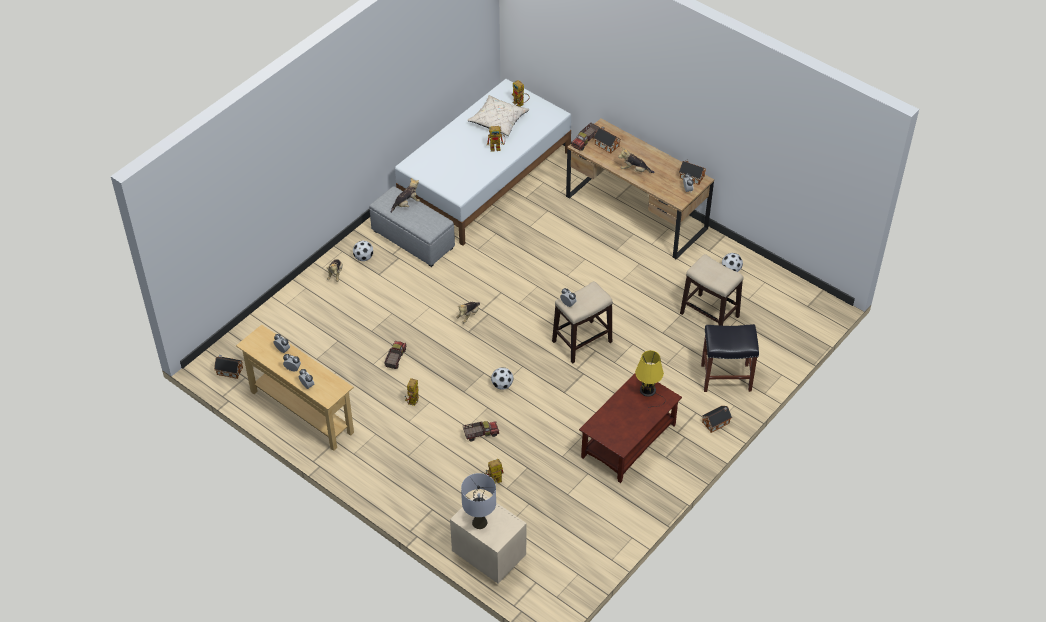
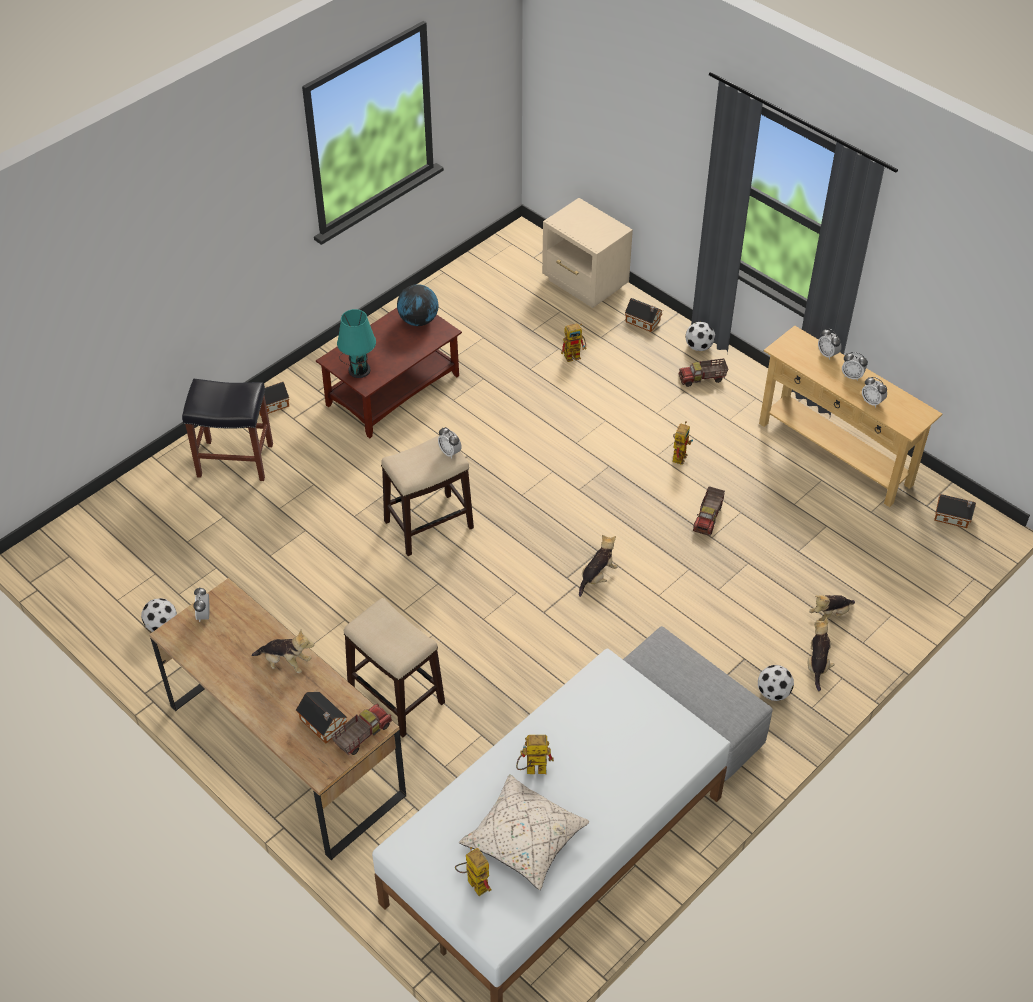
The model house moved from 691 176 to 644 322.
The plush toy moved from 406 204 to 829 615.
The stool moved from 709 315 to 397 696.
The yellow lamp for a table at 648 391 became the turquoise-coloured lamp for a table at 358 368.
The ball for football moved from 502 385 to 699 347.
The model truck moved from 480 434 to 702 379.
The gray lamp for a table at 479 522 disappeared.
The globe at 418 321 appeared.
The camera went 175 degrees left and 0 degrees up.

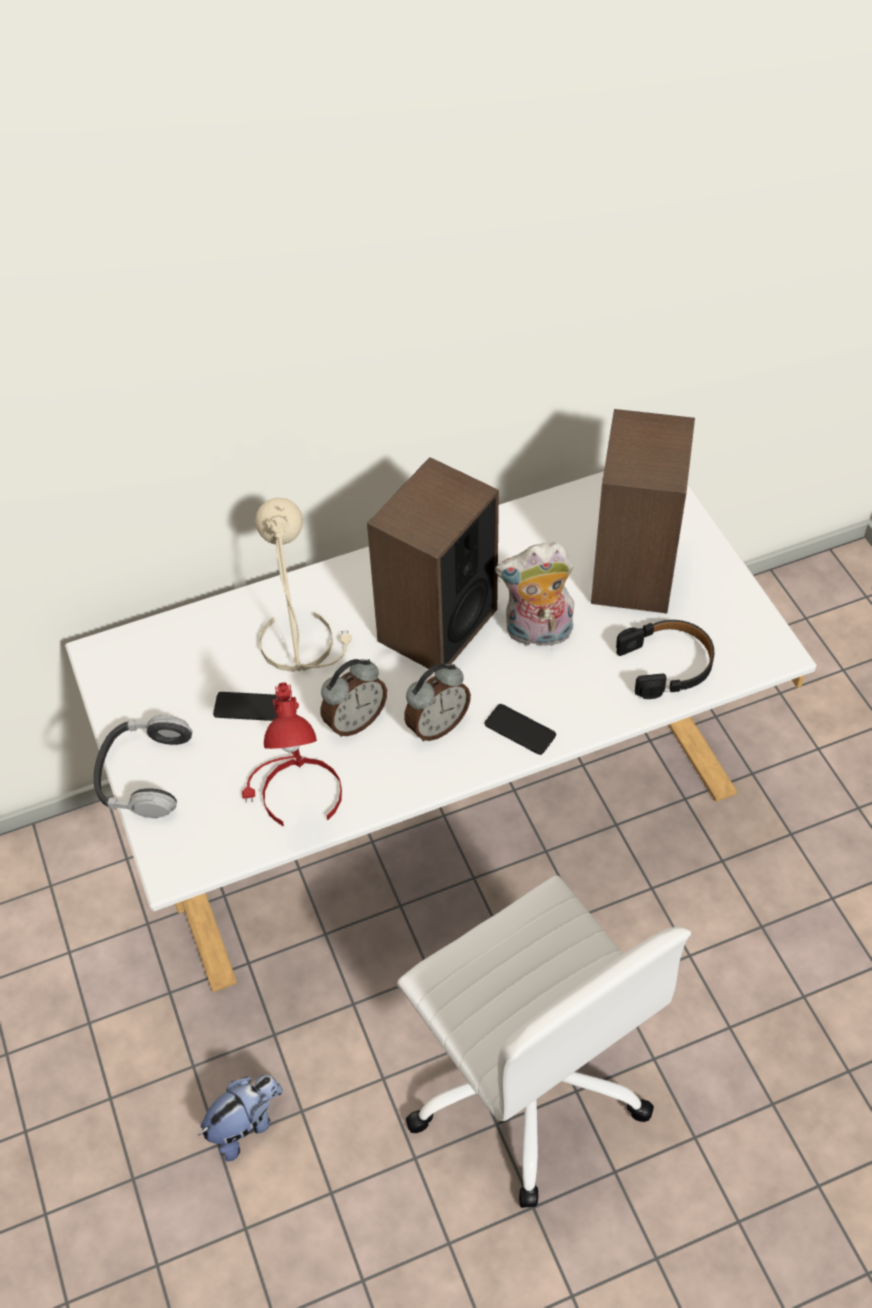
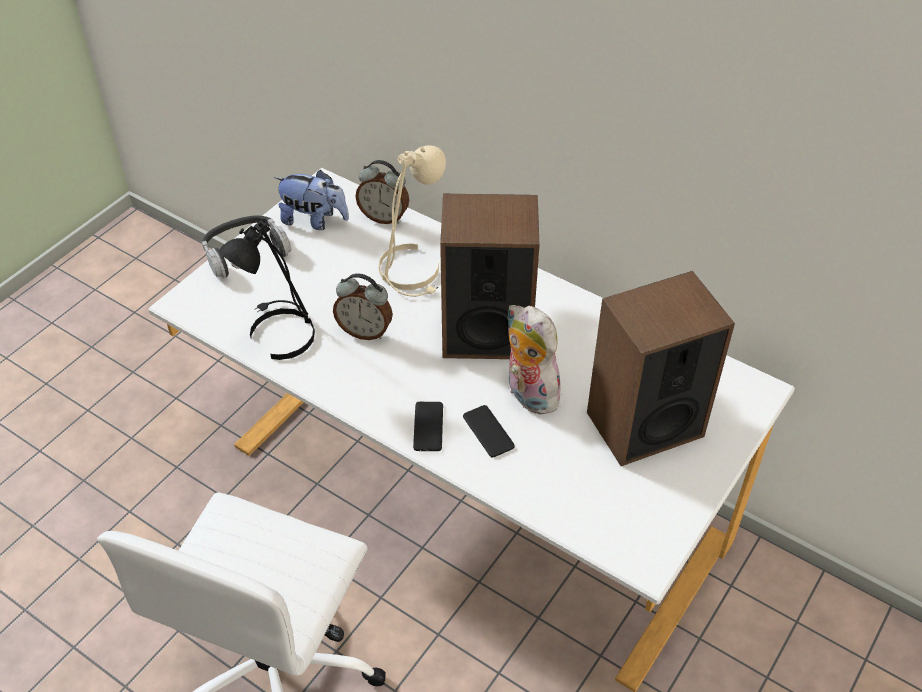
The blackish pair of headphones at 667 664 disappeared.
The bedside clock moved from 437 725 to 384 217.
The red-coloured lamp for a table at 296 796 became the blackish lamp for a table at 279 333.
The telephone moved from 248 707 to 488 431.
The plush toy moved from 245 1125 to 314 220.
The camera went 55 degrees right and 5 degrees down.

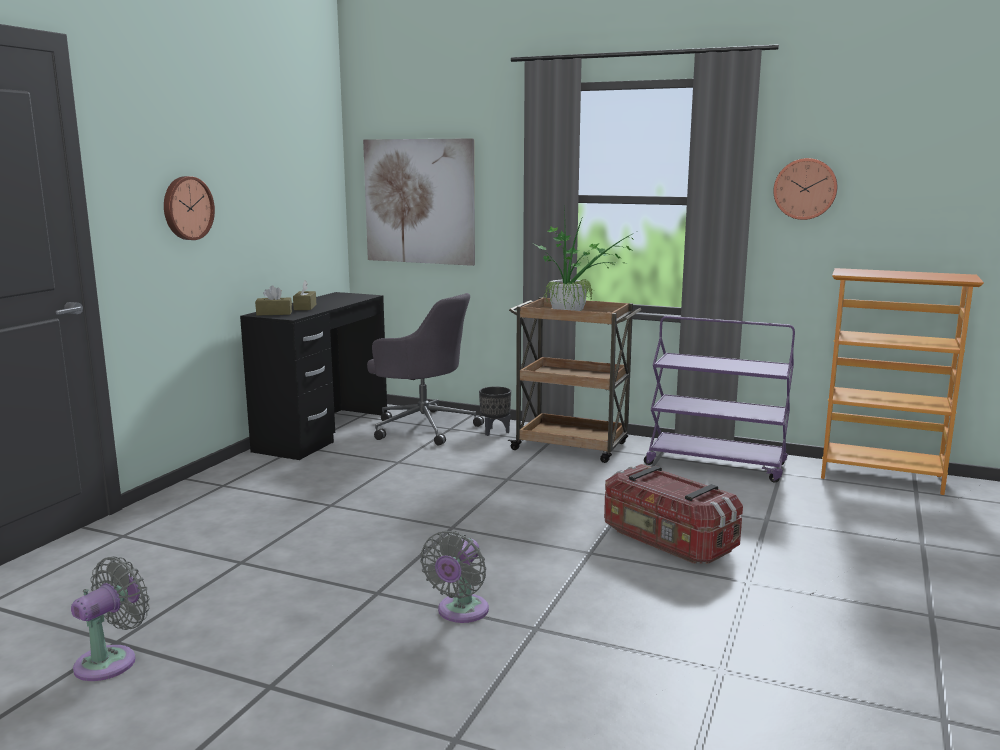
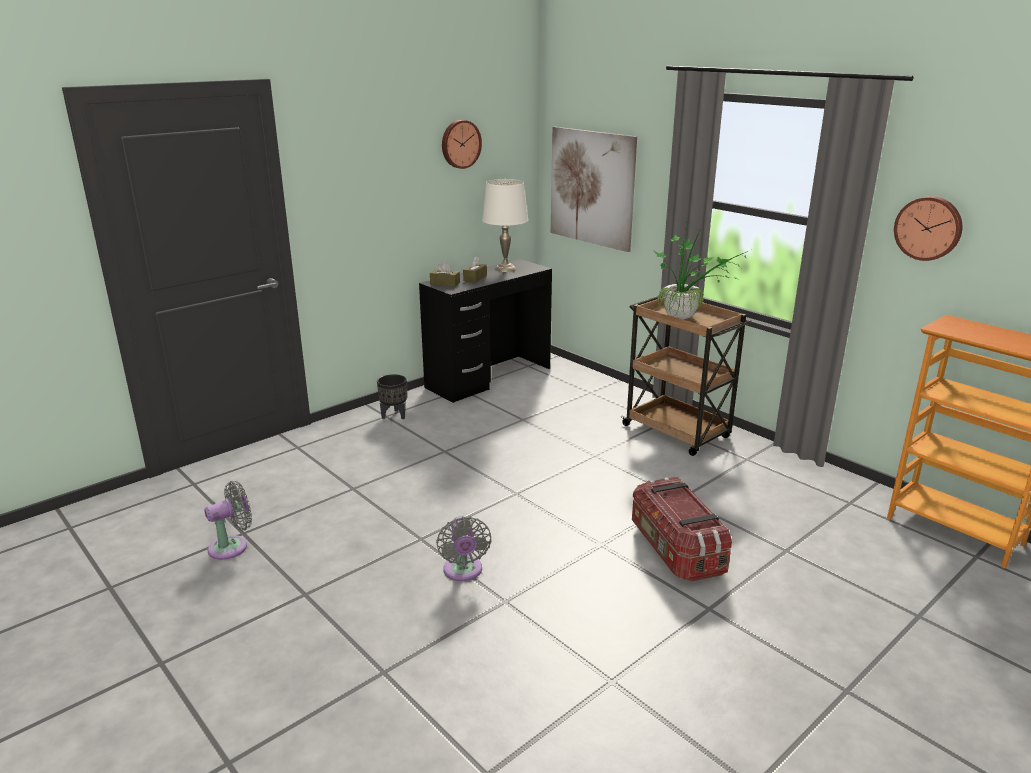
The clock on the wall moved from 186 208 to 460 144.
The gray office chair at 423 427 disappeared.
The purple-coloured trolley at 716 464 disappeared.
The blackish planter moved from 495 432 to 394 415.
The gray fan at 460 612 turned 60 degrees counterclockwise.
The white lamp for a table at 505 268 appeared.
The camera went 25 degrees right and 10 degrees up.

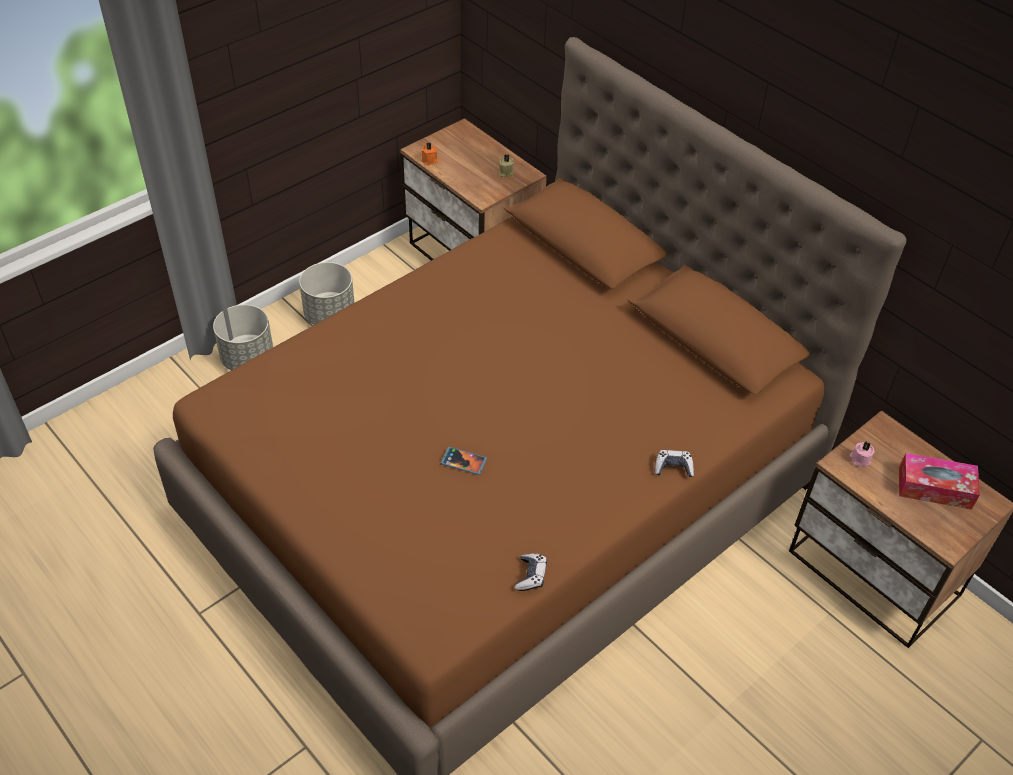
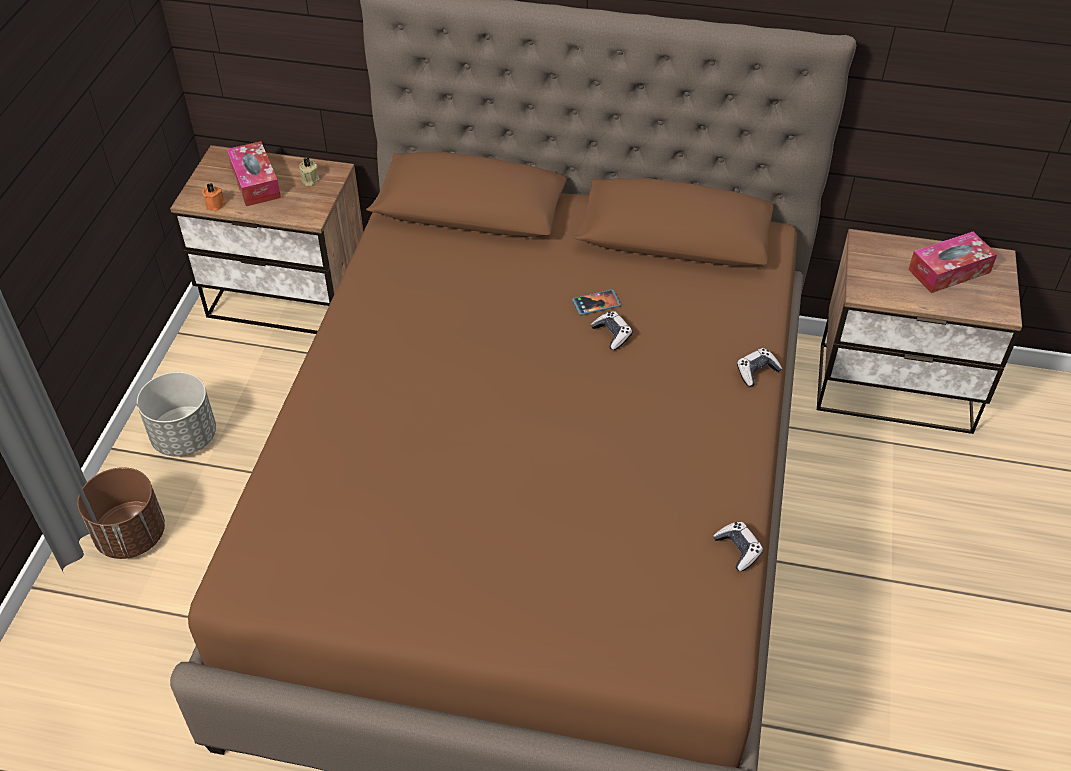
The gray planter at 248 359 became the brownish planter at 132 536.
The pinkish wax light at 859 459 disappeared.
The telephone moved from 463 462 to 596 304.
The box of tissues at 255 182 appeared.
The game controller at 612 335 appeared.
The camera went 35 degrees left and 0 degrees up.

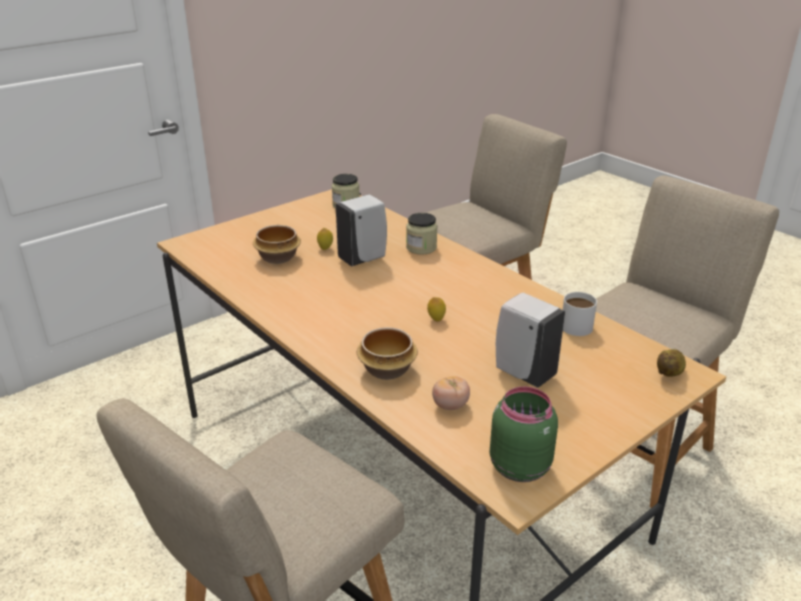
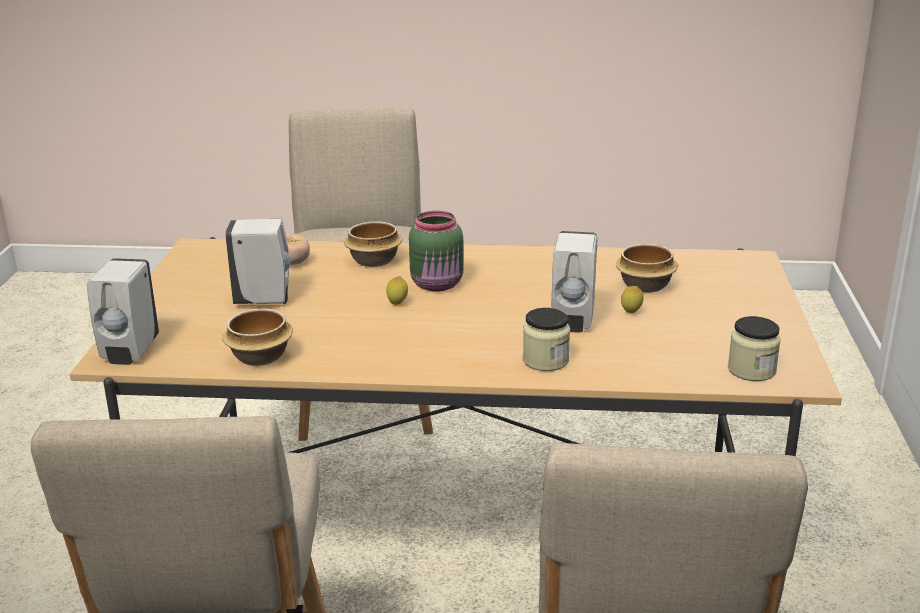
The white coffee mug at 576 323 was replaced by the serving bowl at 261 357.
The potato at 670 373 was replaced by the white soap bottle at 129 352.
The green-coloured jar moved from 519 465 to 438 285.
The camera went 135 degrees right and 5 degrees down.

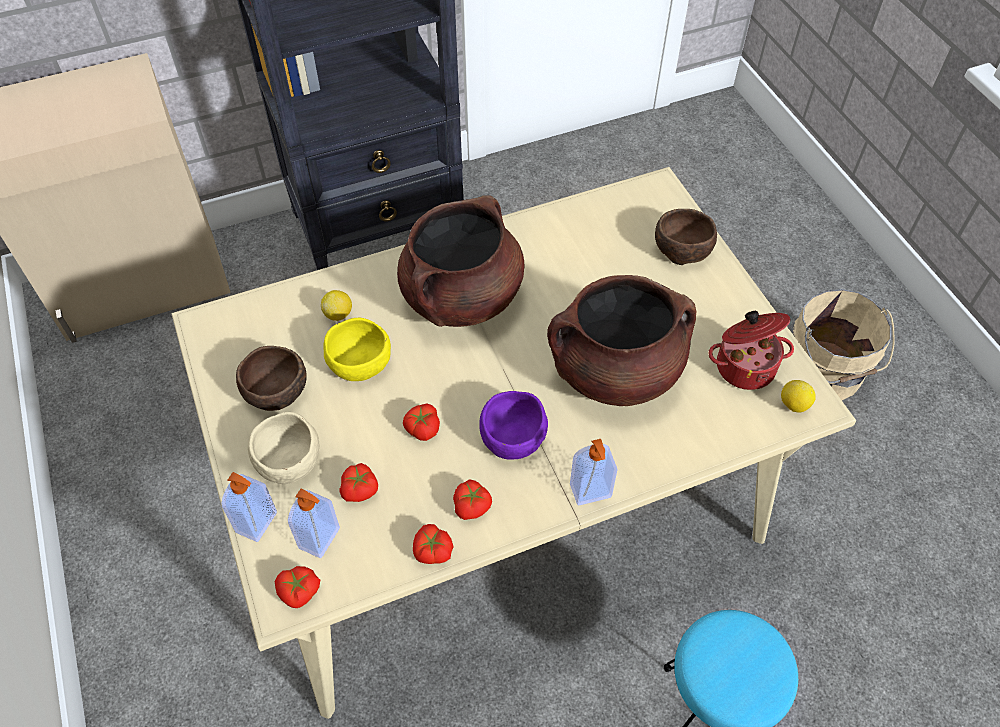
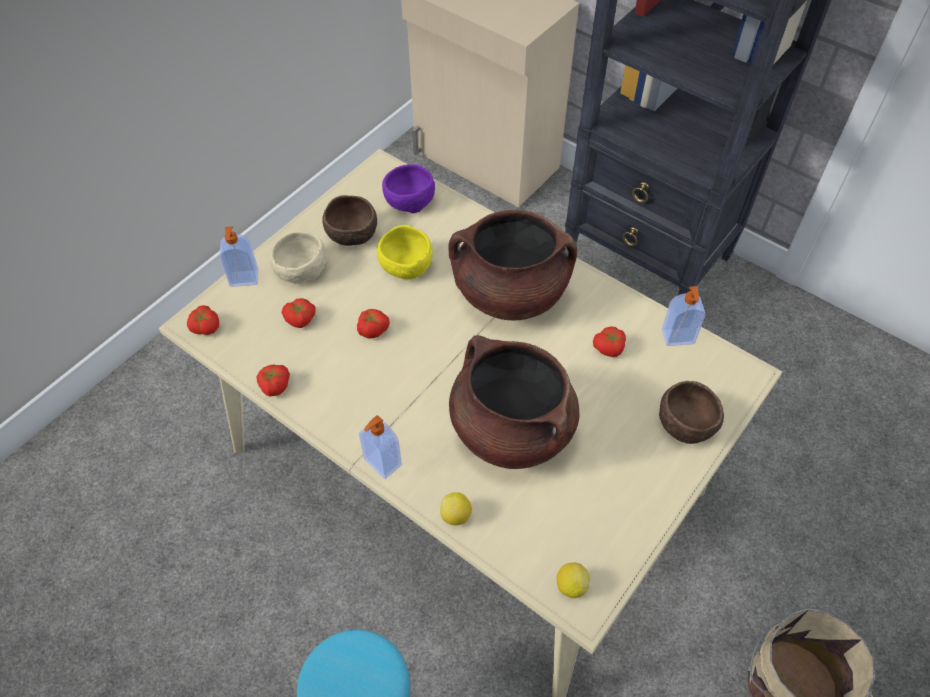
The citrus fruit moved from 338 314 to 456 515.
The saucepot at 744 365 disappeared.
The purple-coloured serving bowl moved from 512 438 to 408 200.
The fresh tomato moved from 472 506 to 609 348.
The soap bottle moved from 320 539 to 678 338.
The camera went 60 degrees right and 0 degrees up.

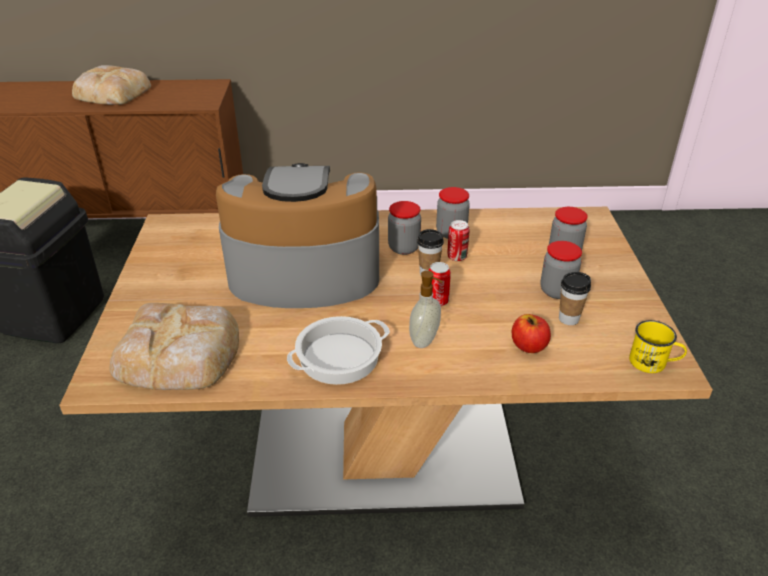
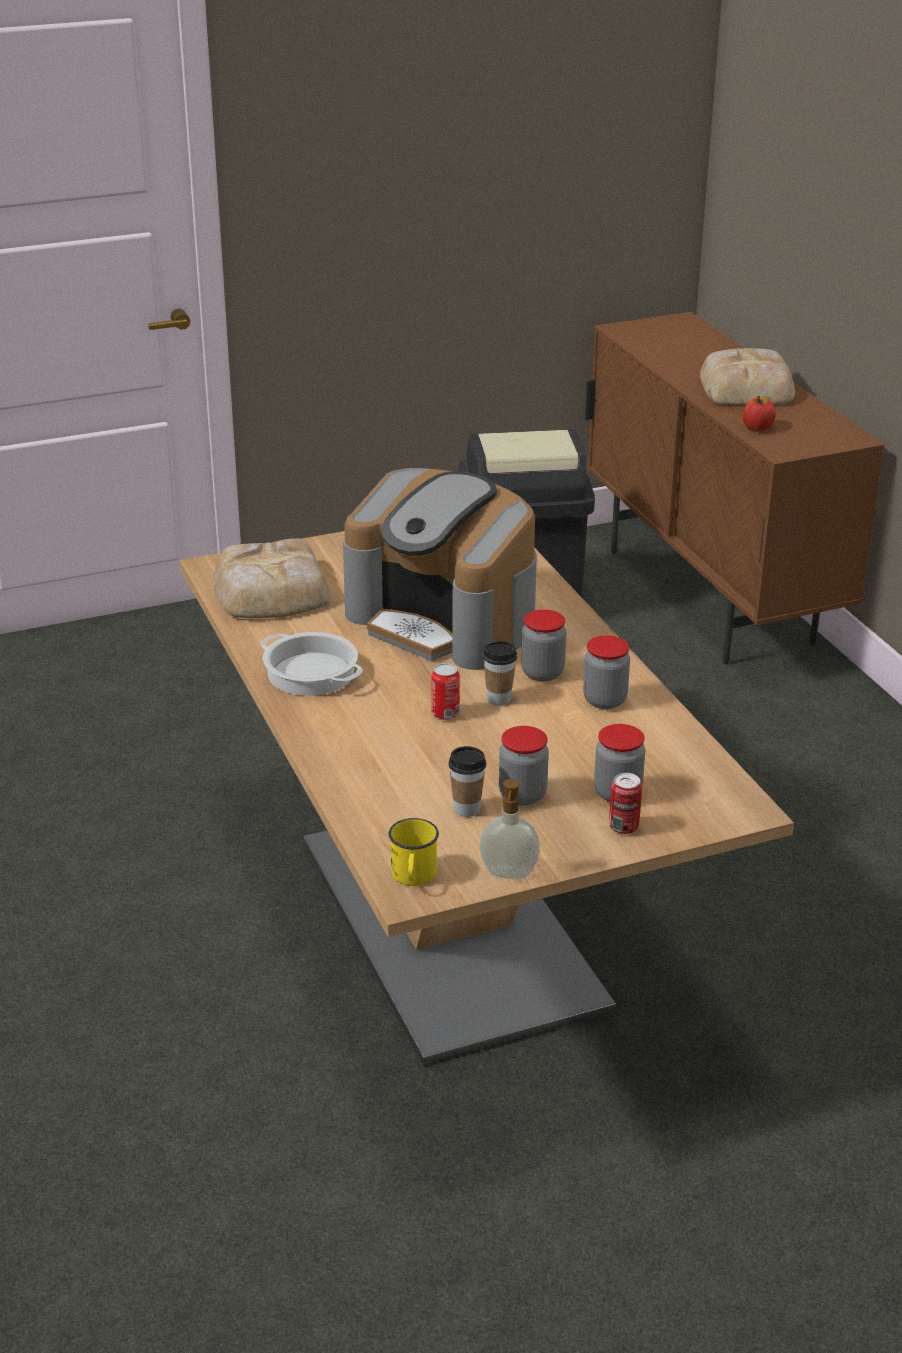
The coffee brewer at 303 272 turned 150 degrees clockwise.
The metal can moved from 457 257 to 623 827.
The soap bottle moved from 425 340 to 508 874.
The apple moved from 529 346 to 757 428.
The camera went 70 degrees right and 5 degrees down.

